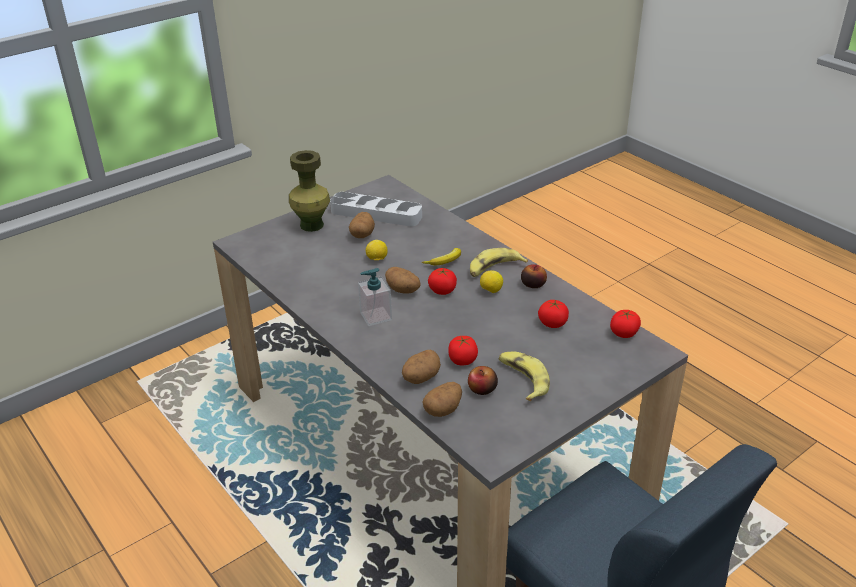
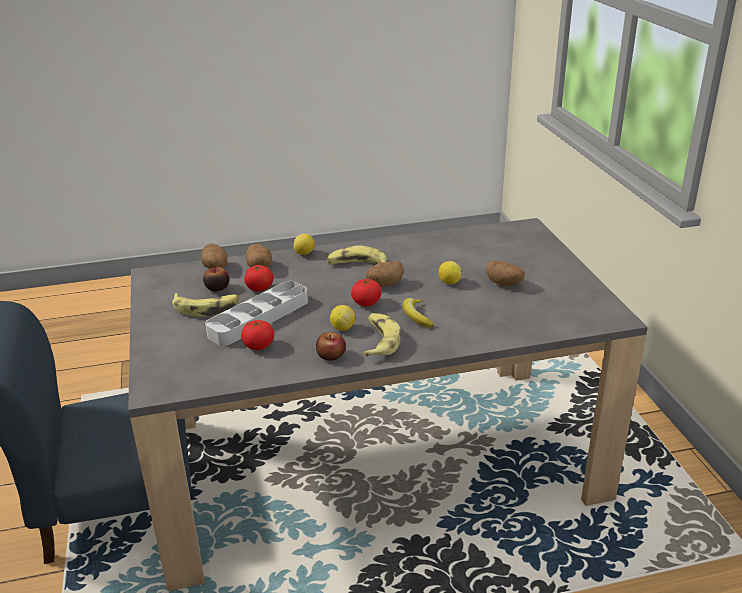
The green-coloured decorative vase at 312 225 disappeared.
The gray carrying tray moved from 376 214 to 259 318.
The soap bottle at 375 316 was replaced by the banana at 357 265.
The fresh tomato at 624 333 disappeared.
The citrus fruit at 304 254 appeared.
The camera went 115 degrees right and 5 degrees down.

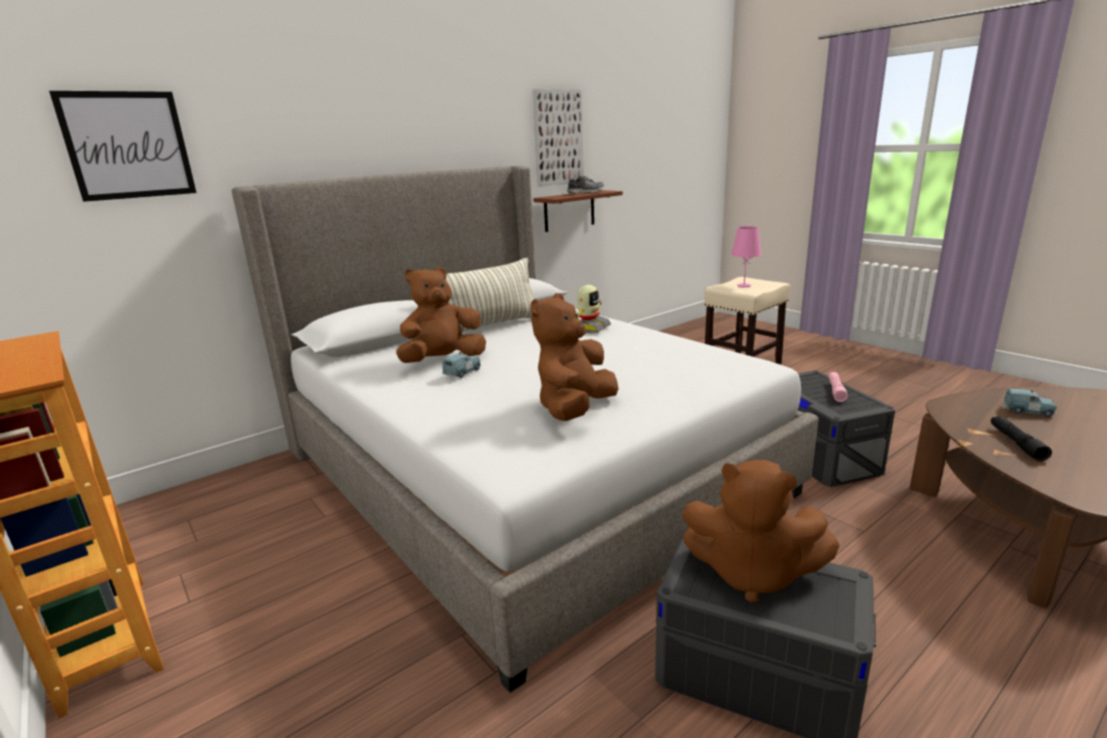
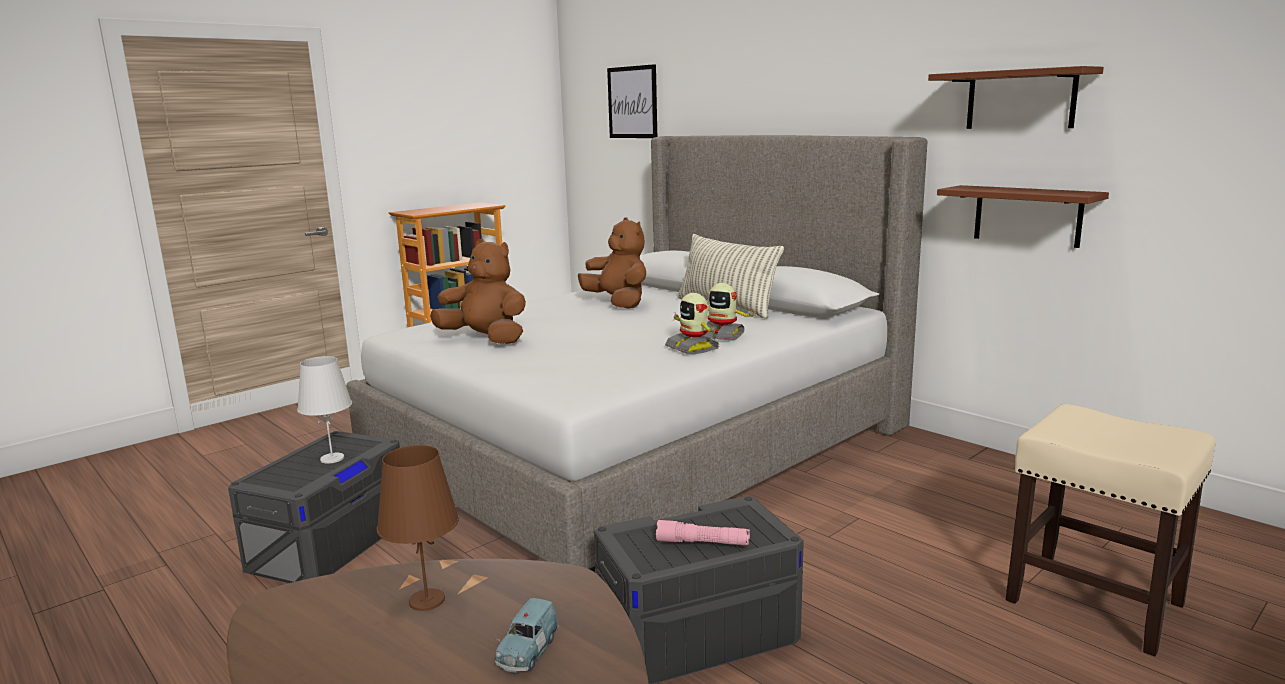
The picture at 558 138 was replaced by the brownish wall shelf at 1020 99.
The low shoe at 585 193 disappeared.
The pinkish lamp for a table at 743 285 disappeared.
The blue-coloured miniature car at 463 373 disappeared.
The blackish flashlight at 1016 443 was replaced by the brownish lamp for a table at 426 601.
The brownish plush toy at 751 573 was replaced by the white lamp for a table at 332 458.
The robot figure at 693 348 appeared.
The camera went 85 degrees right and 5 degrees down.

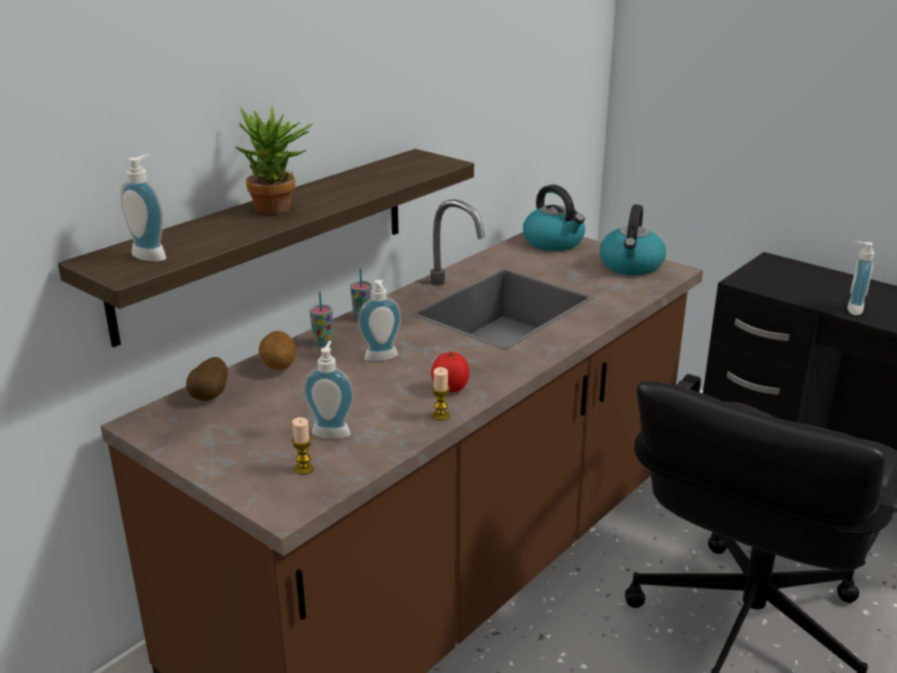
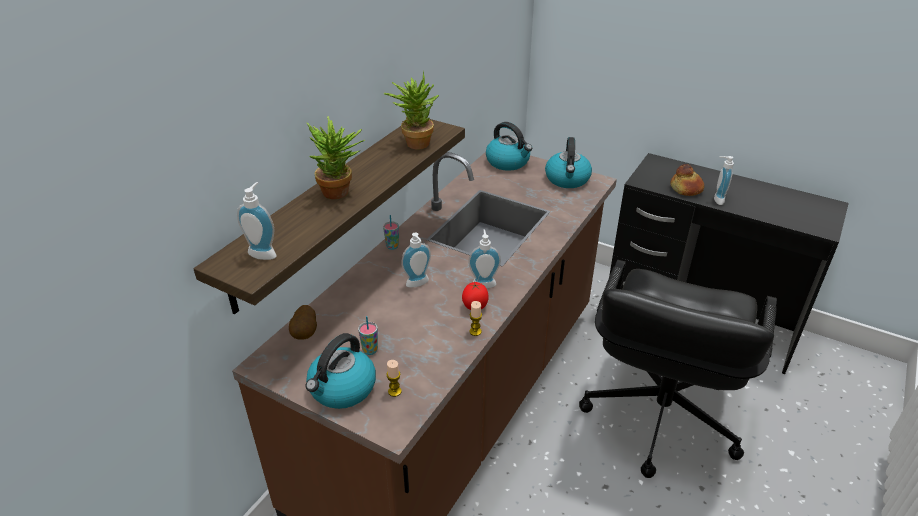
The small cup moved from 323 342 to 370 350.
The potato at 278 366 disappeared.
The soap bottle moved from 332 431 to 483 283.
The plant in a pot at 414 142 appeared.
The bakery bread at 686 188 appeared.
The tea kettle at 342 389 appeared.
The camera went 10 degrees left and 10 degrees up.

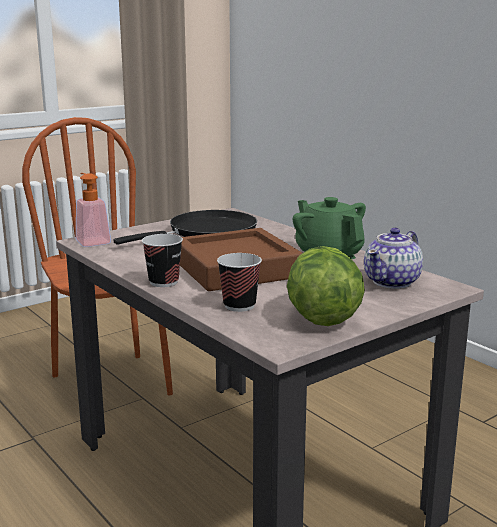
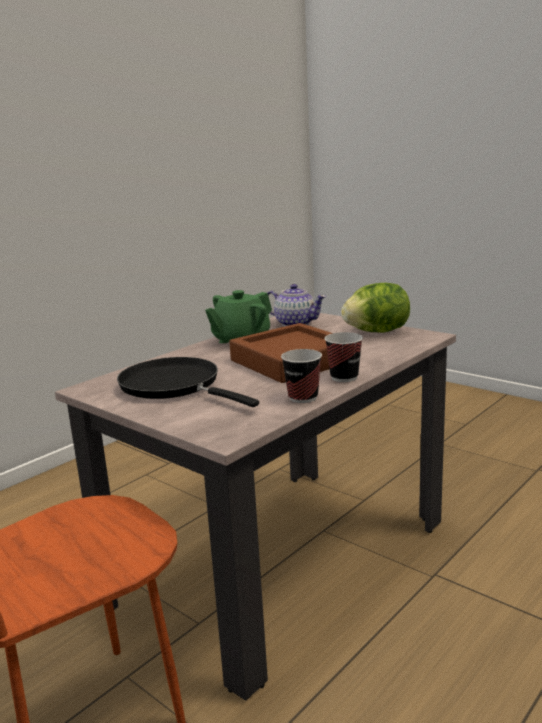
The soap bottle at 91 241 disappeared.
The small cup moved from 239 306 to 303 397.
The camera went 100 degrees left and 0 degrees up.

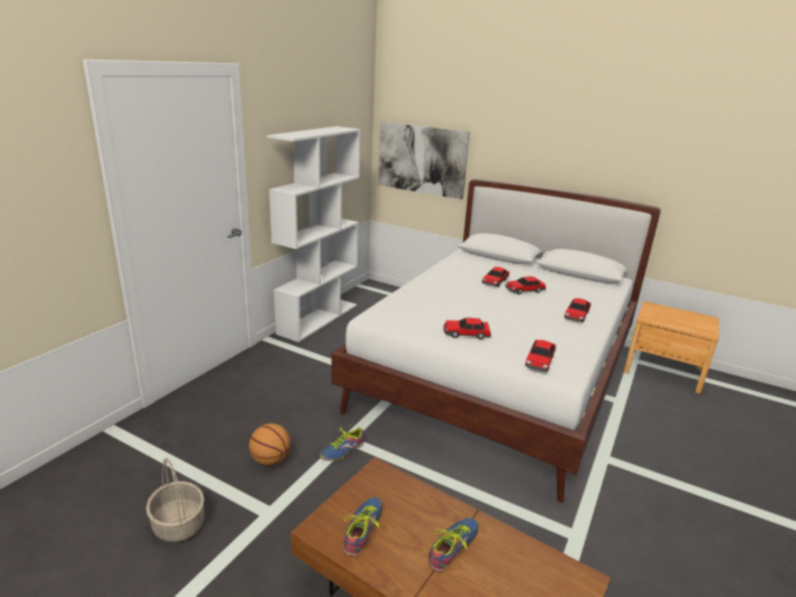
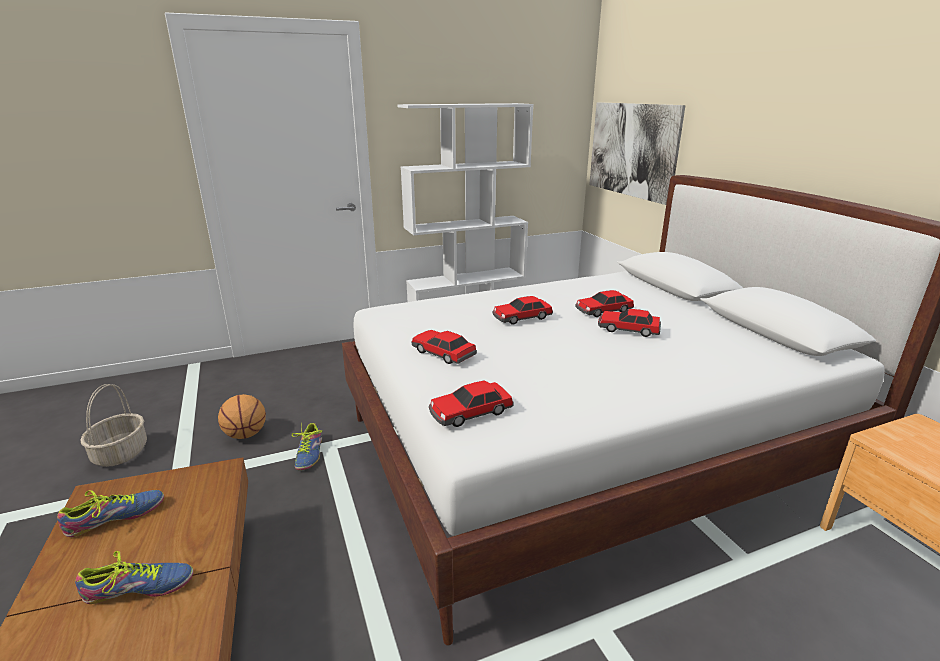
The miniature car moved from 576 315 to 521 317.
The low shoe at 343 450 turned 90 degrees counterclockwise.
The camera went 40 degrees right and 0 degrees up.

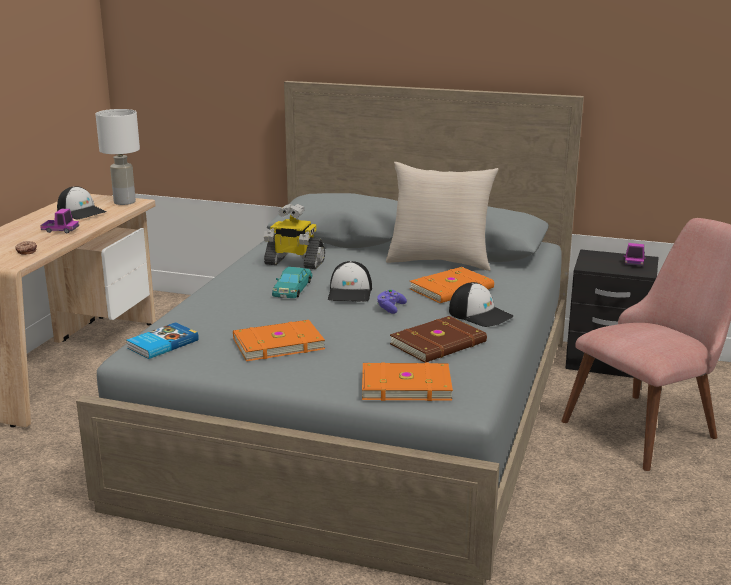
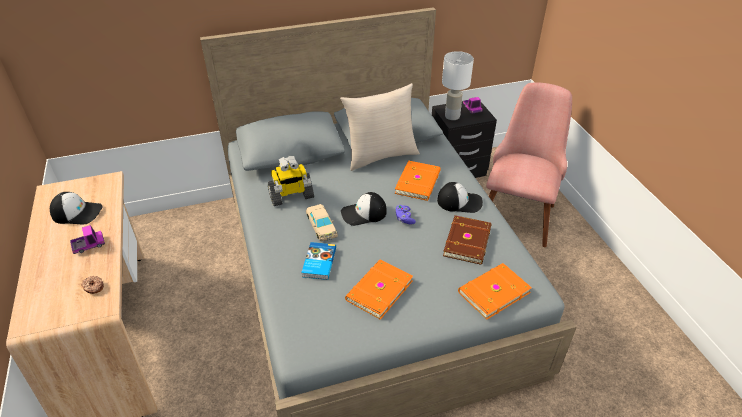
The white lamp for a table moved from 125 202 to 452 116.
The cap at 350 293 turned 105 degrees clockwise.
The turquoise-coloured miniature car at 292 288 became the beige-coloured miniature car at 321 225.
The book moved from 162 344 to 318 262.
The camera went 35 degrees left and 20 degrees up.

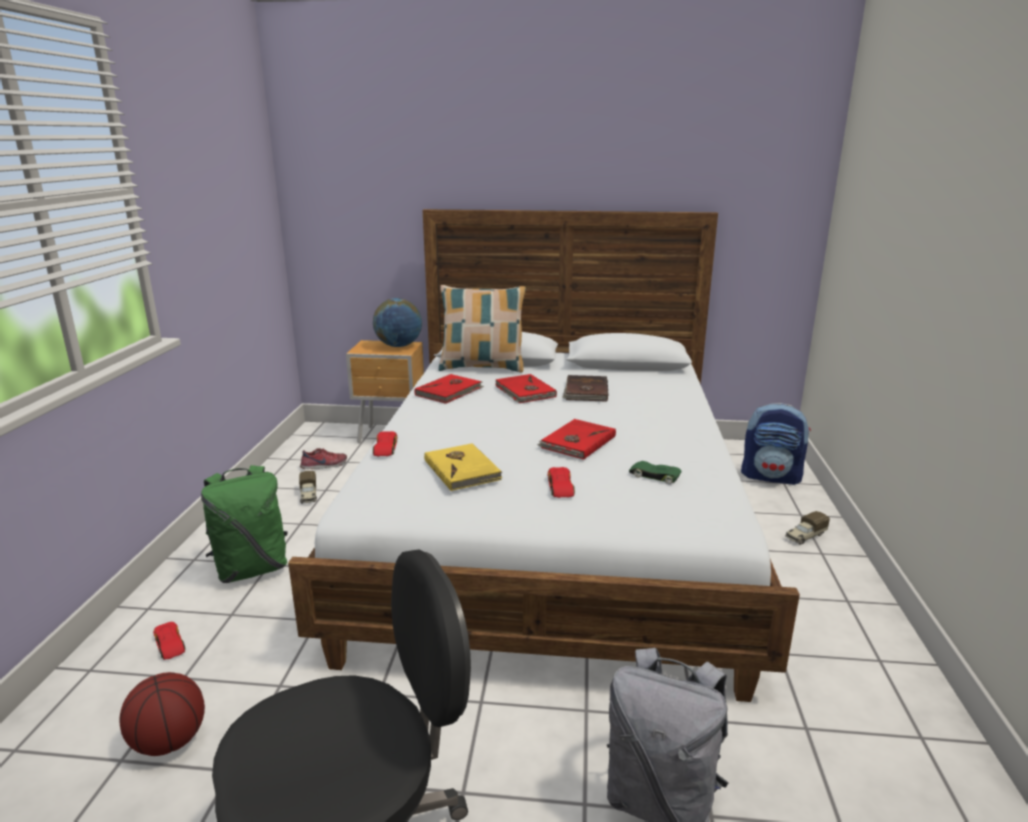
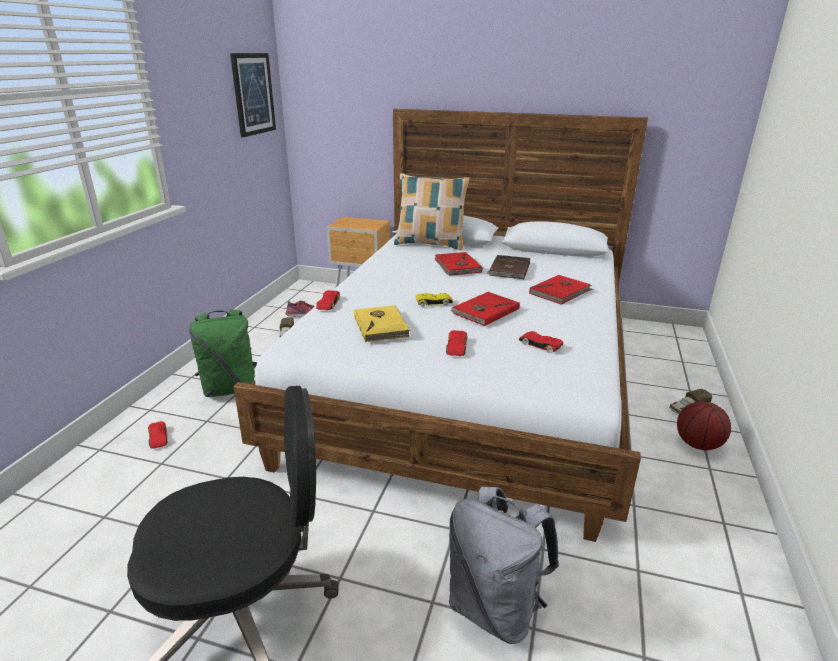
The globe at 399 346 disappeared.
The red-coloured book moved from 449 391 to 560 292.
The rucksack at 771 476 disappeared.
The green-coloured miniature car at 654 476 became the red-coloured miniature car at 540 345.
The basketball moved from 170 741 to 698 444.
The picture at 253 94 appeared.
The yellow miniature car at 434 302 appeared.
The camera went 10 degrees right and 5 degrees up.

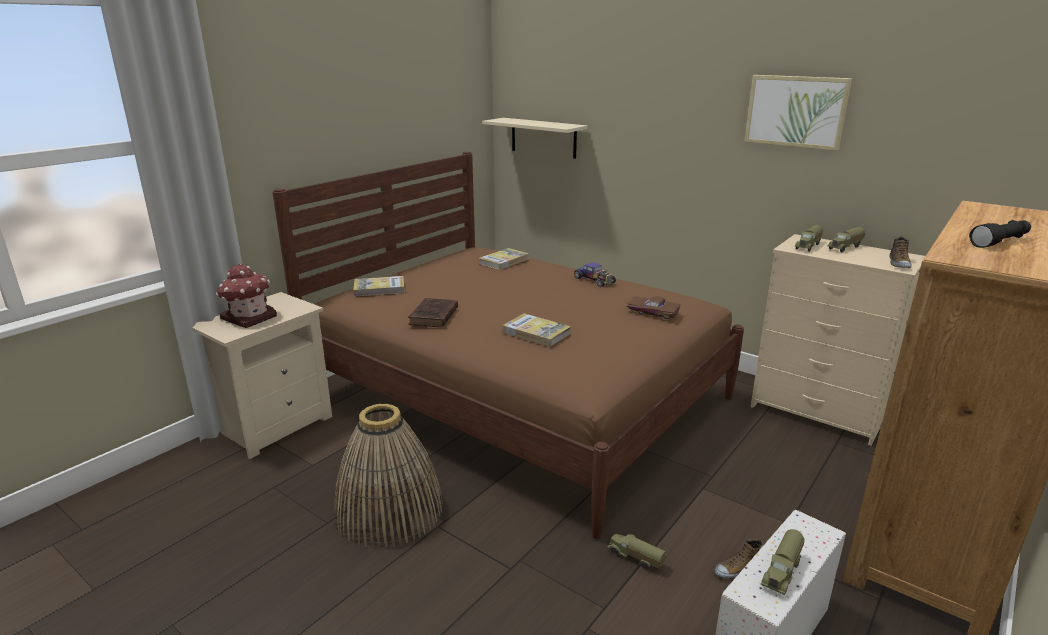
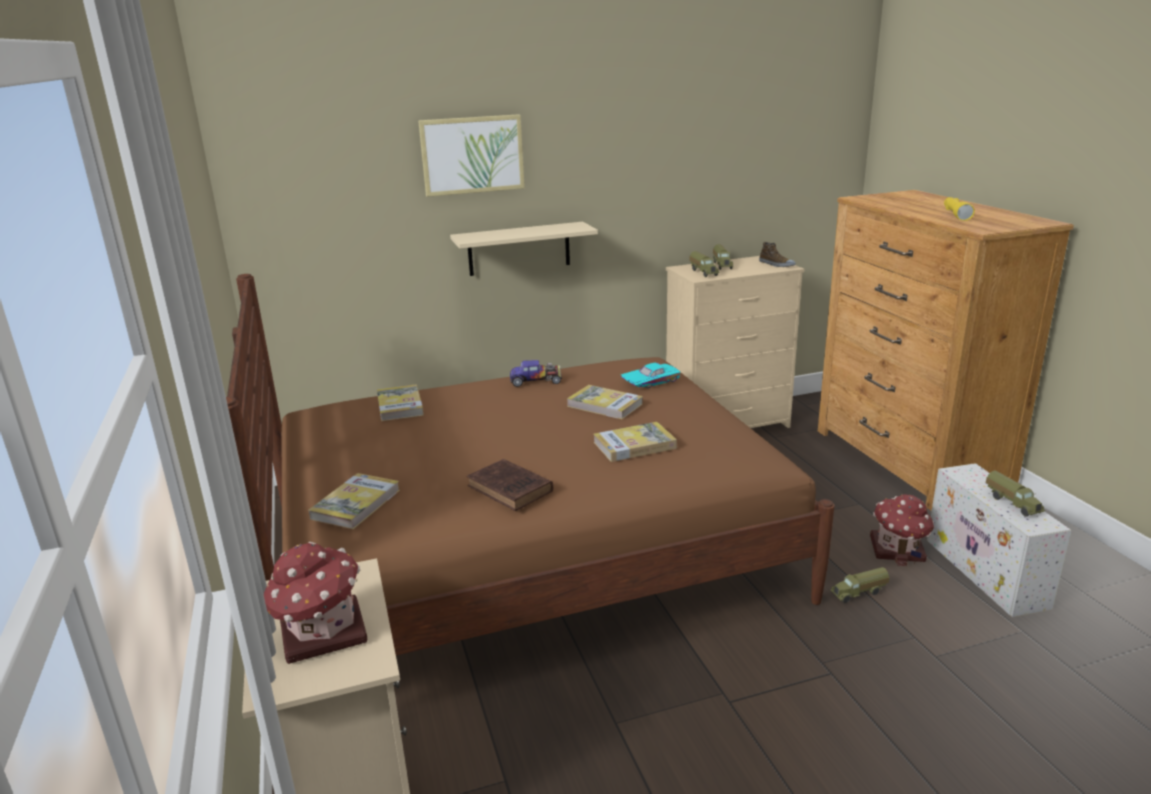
The picture moved from 796 111 to 472 155.
The beige-coloured wall shelf moved from 543 138 to 519 249.
The blackish flashlight at 1000 242 became the yellow flashlight at 955 215.
The brownish miniature car at 653 311 became the turquoise-coloured miniature car at 649 381.
The storage basket at 389 510 disappeared.
The low shoe at 737 568 was replaced by the model house at 898 549.
The book at 605 405 appeared.
The camera went 55 degrees left and 0 degrees up.

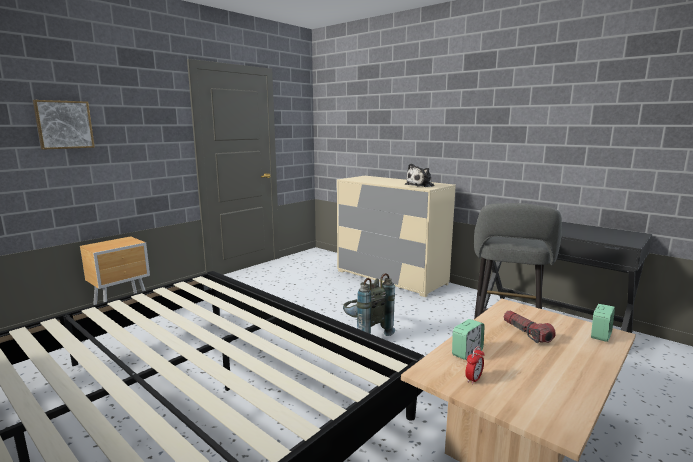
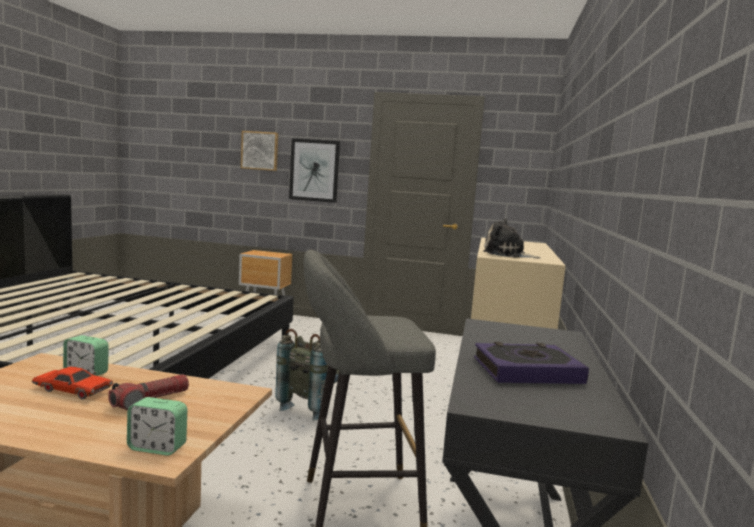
The bedside clock at 473 379 disappeared.
The picture at 314 170 appeared.
The book at 527 371 appeared.
The red-coloured miniature car at 72 390 appeared.
The camera went 60 degrees right and 5 degrees down.

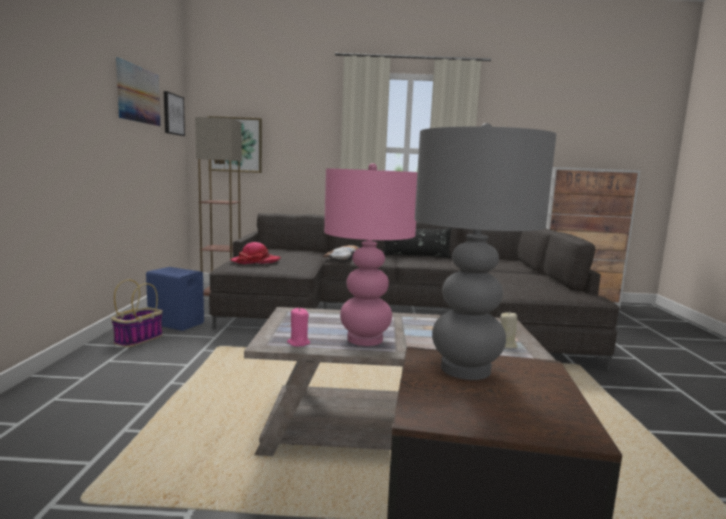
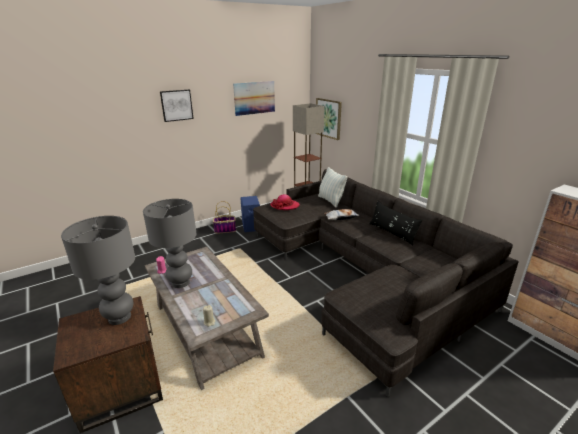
The picture moved from 173 114 to 176 105.
The pinkish lamp for a table at 365 339 became the gray lamp for a table at 181 282.
The cushion at 331 201 appeared.
The camera went 55 degrees right and 15 degrees up.

